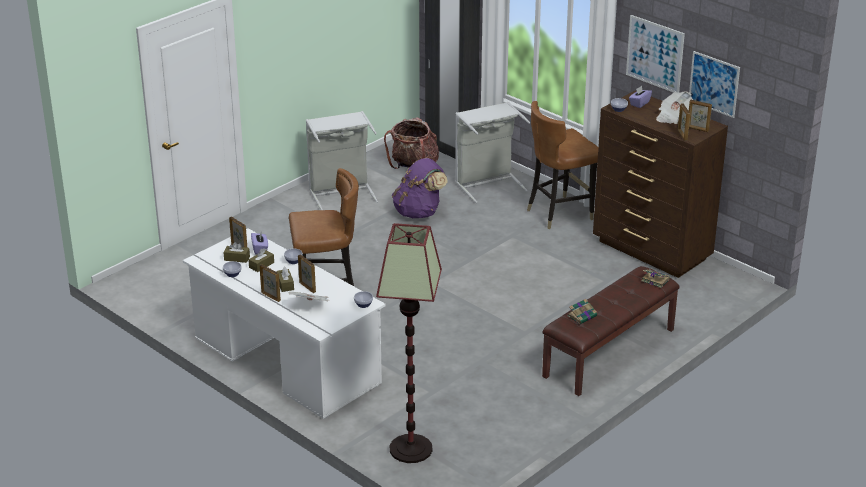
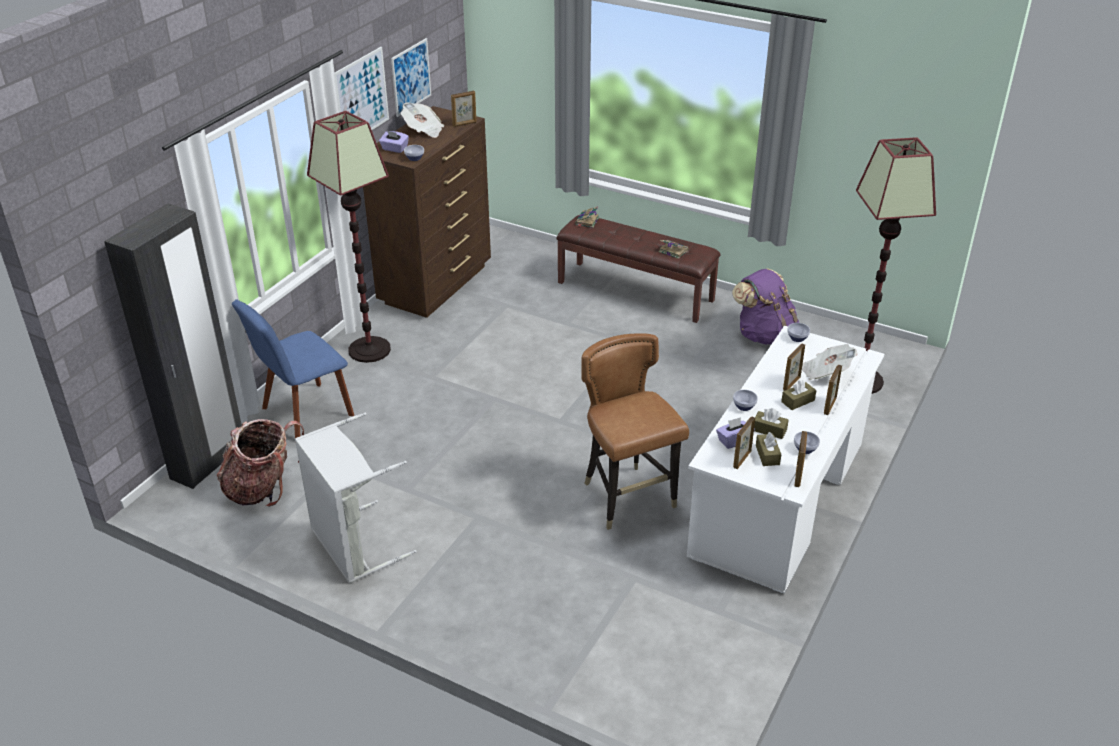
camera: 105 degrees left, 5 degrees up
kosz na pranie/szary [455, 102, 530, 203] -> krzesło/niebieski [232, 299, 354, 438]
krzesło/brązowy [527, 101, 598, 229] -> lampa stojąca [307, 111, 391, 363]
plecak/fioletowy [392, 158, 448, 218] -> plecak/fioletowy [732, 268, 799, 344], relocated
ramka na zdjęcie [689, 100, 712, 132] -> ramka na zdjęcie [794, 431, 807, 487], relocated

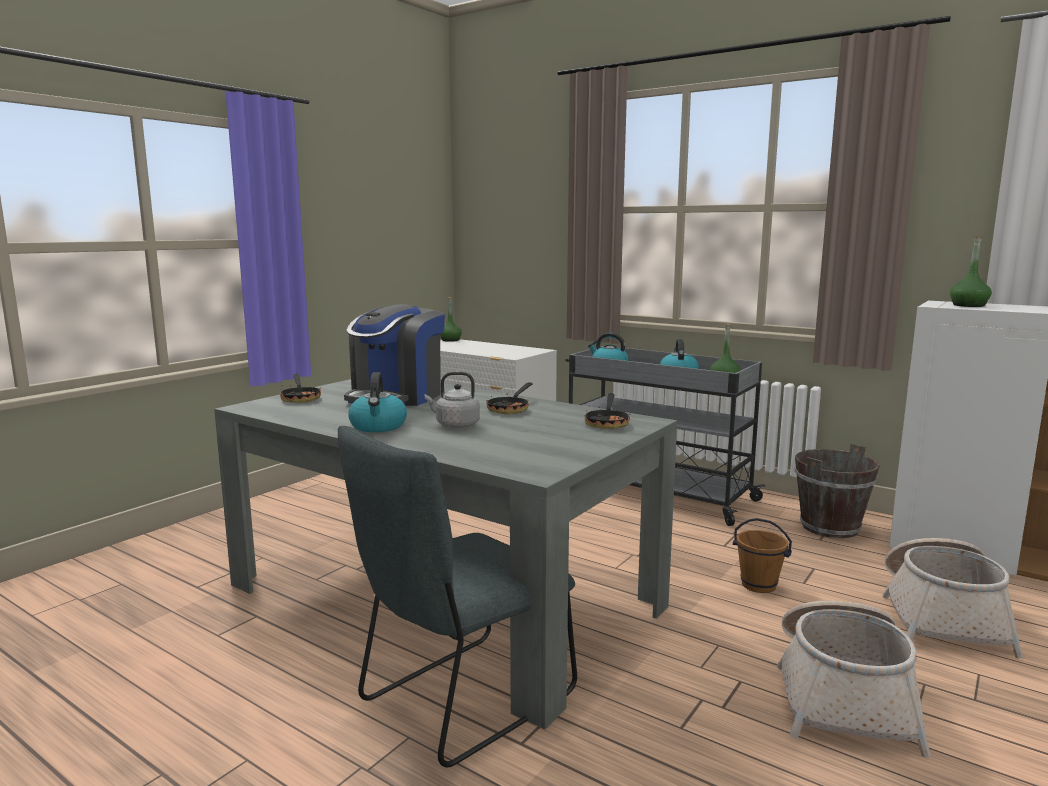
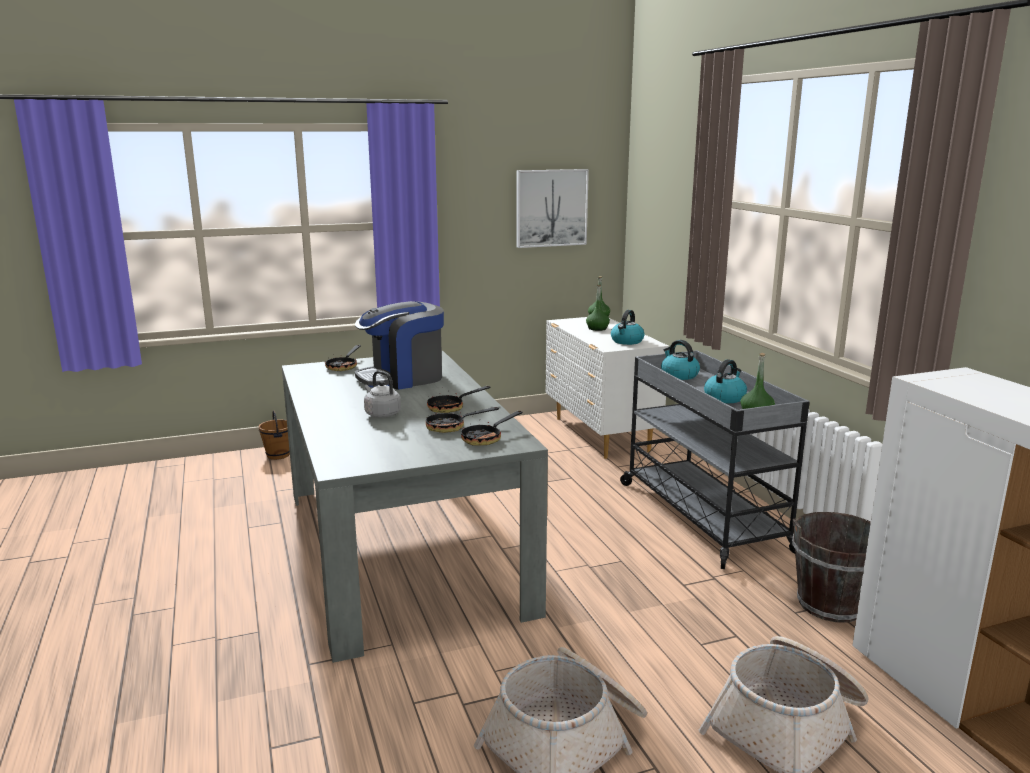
camera: 35 degrees right, 5 degrees up
wiadro/brązowy [733, 518, 792, 593] -> wiadro/brązowy [258, 410, 290, 460], relocated
none -> patelnia [426, 407, 499, 433]
none -> obraz [517, 169, 589, 248]
butelka/zielony [950, 236, 992, 307] -> butelka/zielony [586, 285, 610, 331], relocated
czajnik [348, 372, 407, 432] -> czajnik [611, 310, 644, 345], relocated
krzesło/szary [338, 426, 577, 767] -> none

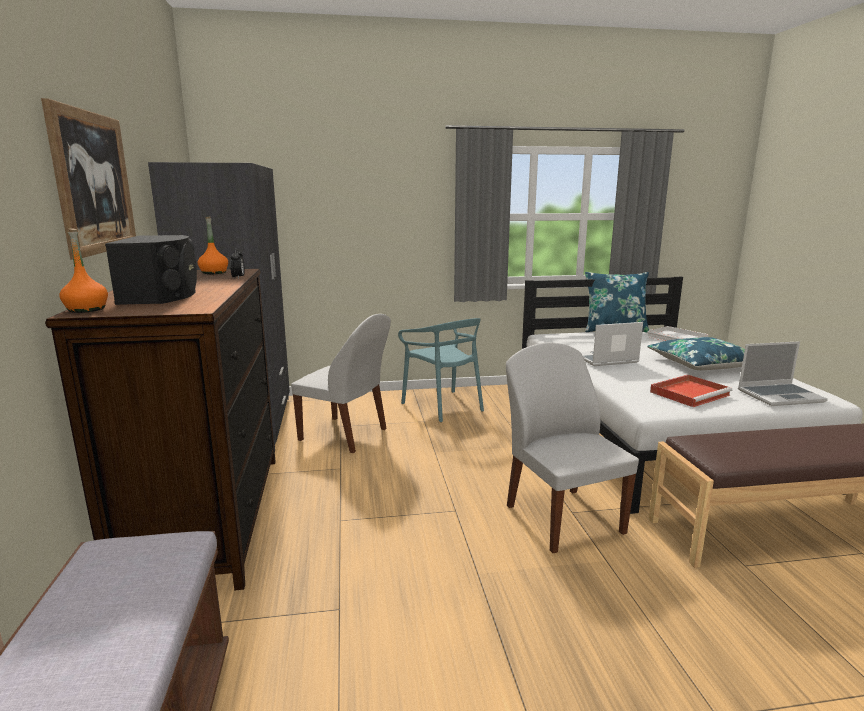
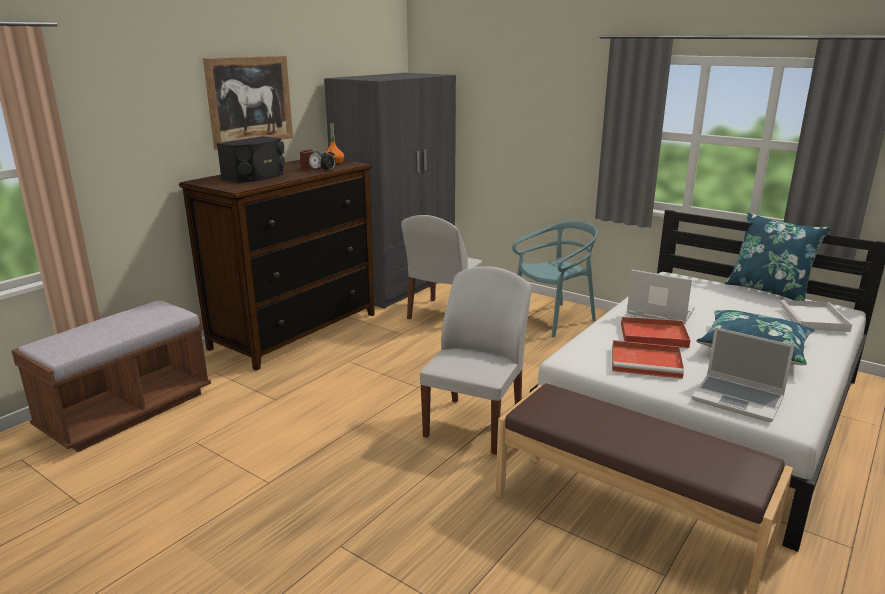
camera: 45 degrees right, 5 degrees up
none -> budzik [300, 149, 322, 171]
krzesło/biały [291, 314, 391, 453] -> krzesło/biały [401, 215, 482, 319], 45 degrees clockwise
krzesło/turkusowy [398, 318, 484, 422] -> krzesło/turkusowy [512, 221, 597, 337], 135 degrees counterclockwise
none -> taca/czerwony [621, 316, 691, 348]
butelka/pomarańczowy [59, 228, 108, 313] -> none

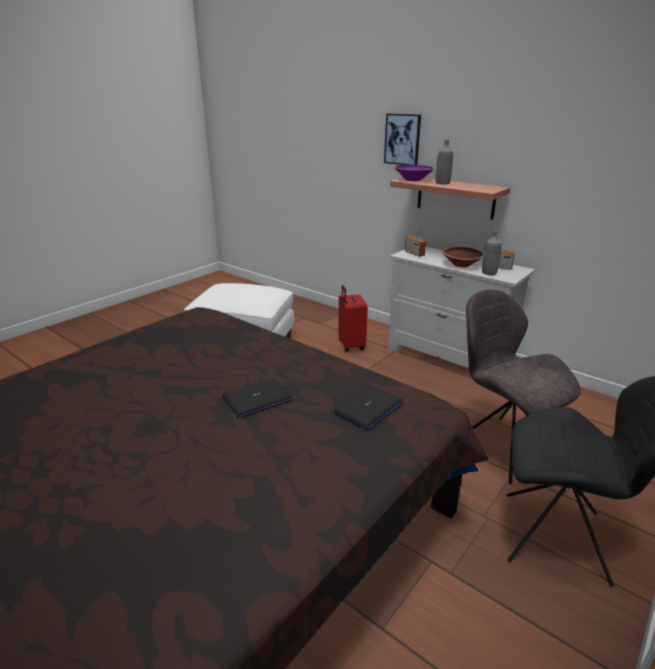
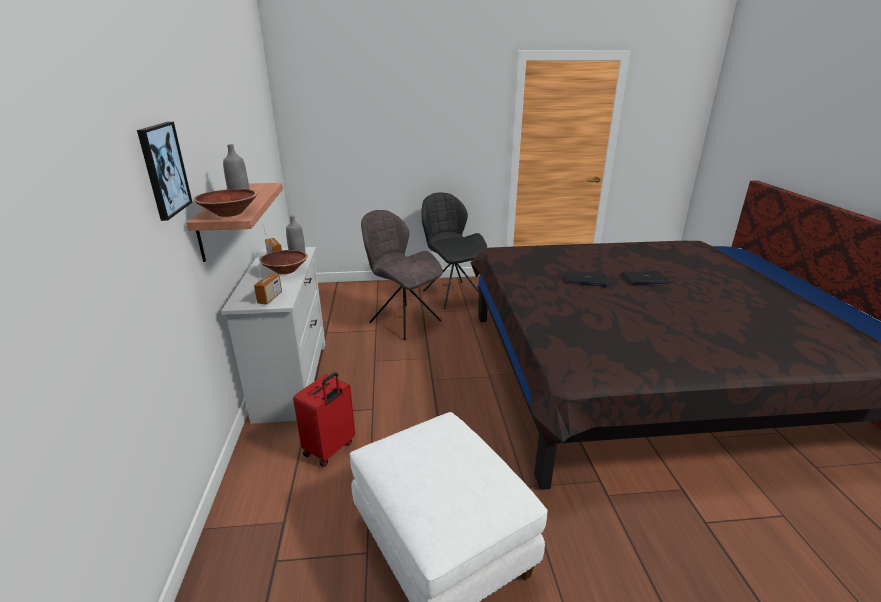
camera: 135 degrees left, 0 degrees up
miska/fioletowy [394, 165, 435, 181] -> miska/brązowy [193, 189, 257, 217]
krzesło/szary [466, 290, 581, 484] -> krzesło/szary [361, 210, 443, 340], 120 degrees clockwise
laptop [333, 385, 403, 430] -> laptop [621, 271, 671, 285], relocated

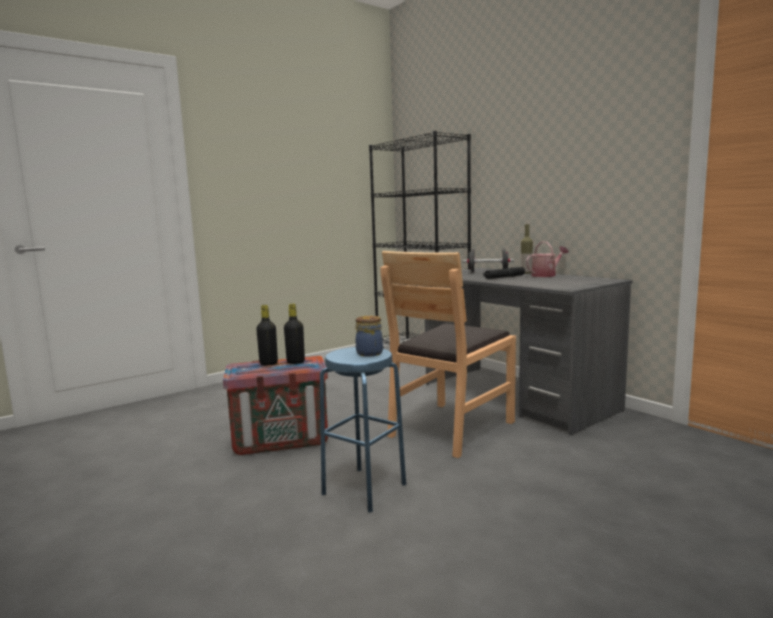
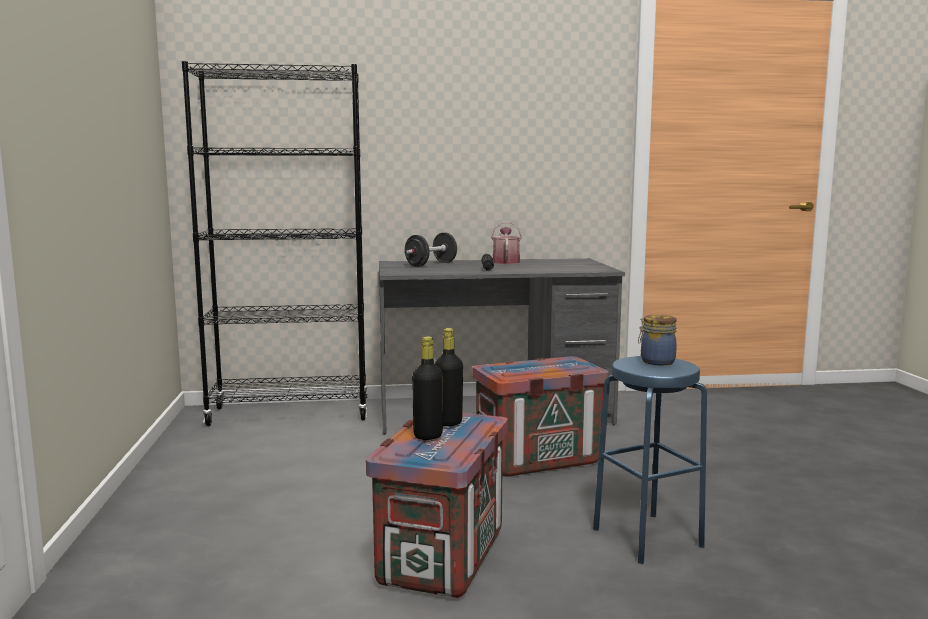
camera: 60 degrees left, 0 degrees up
krzesło/brązowy [380, 251, 516, 458] -> skrzynka [472, 356, 609, 477]
butelka [521, 224, 533, 274] -> none

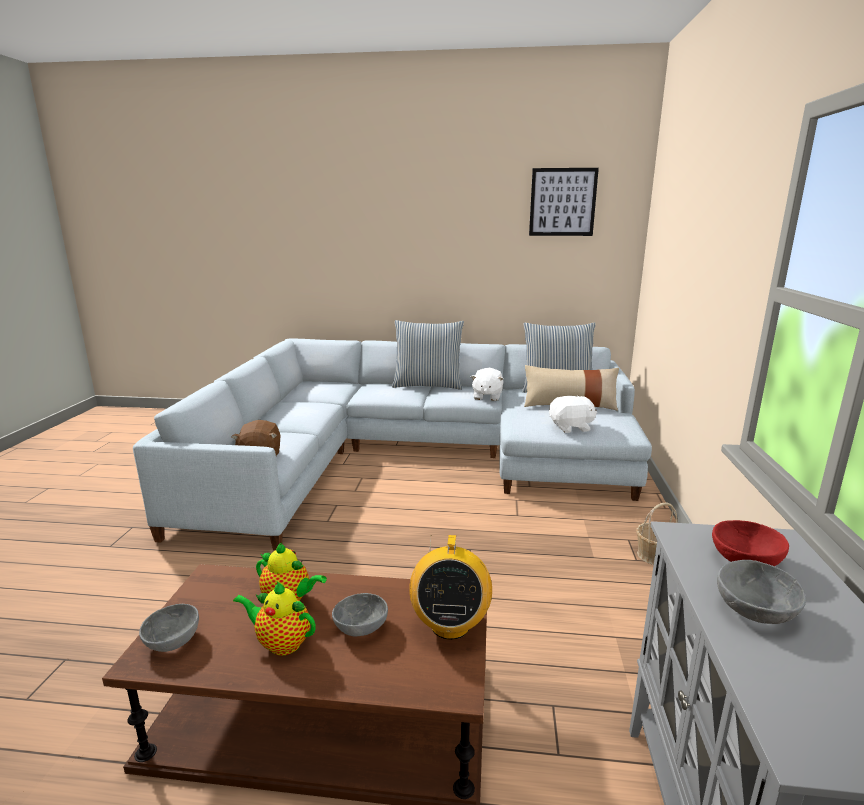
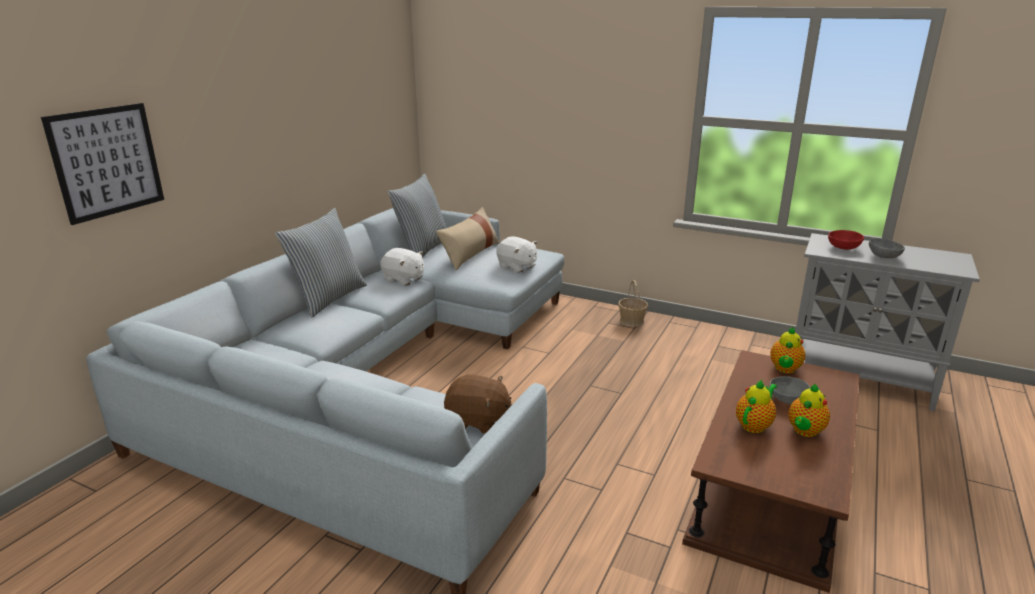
camera: 70 degrees left, 5 degrees up
obraz [529, 168, 599, 236] -> obraz [41, 103, 164, 225], relocated
pluszak/biały [549, 395, 597, 433] -> pluszak/biały [496, 236, 538, 273], 120 degrees clockwise
radio [409, 535, 492, 640] -> imbryk [770, 327, 806, 373]
miska/szary [139, 604, 199, 652] -> none

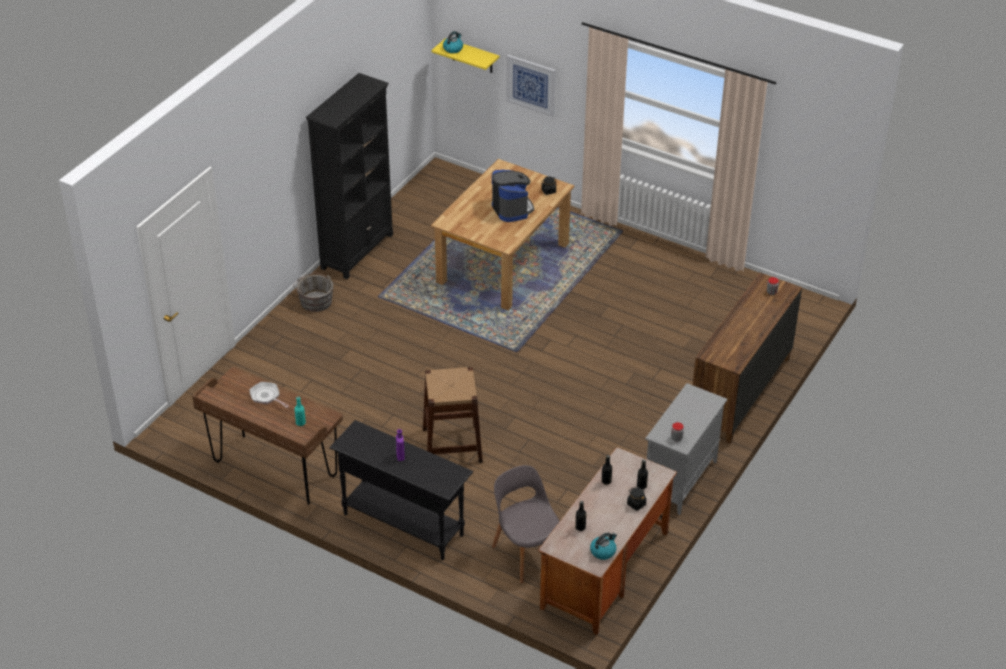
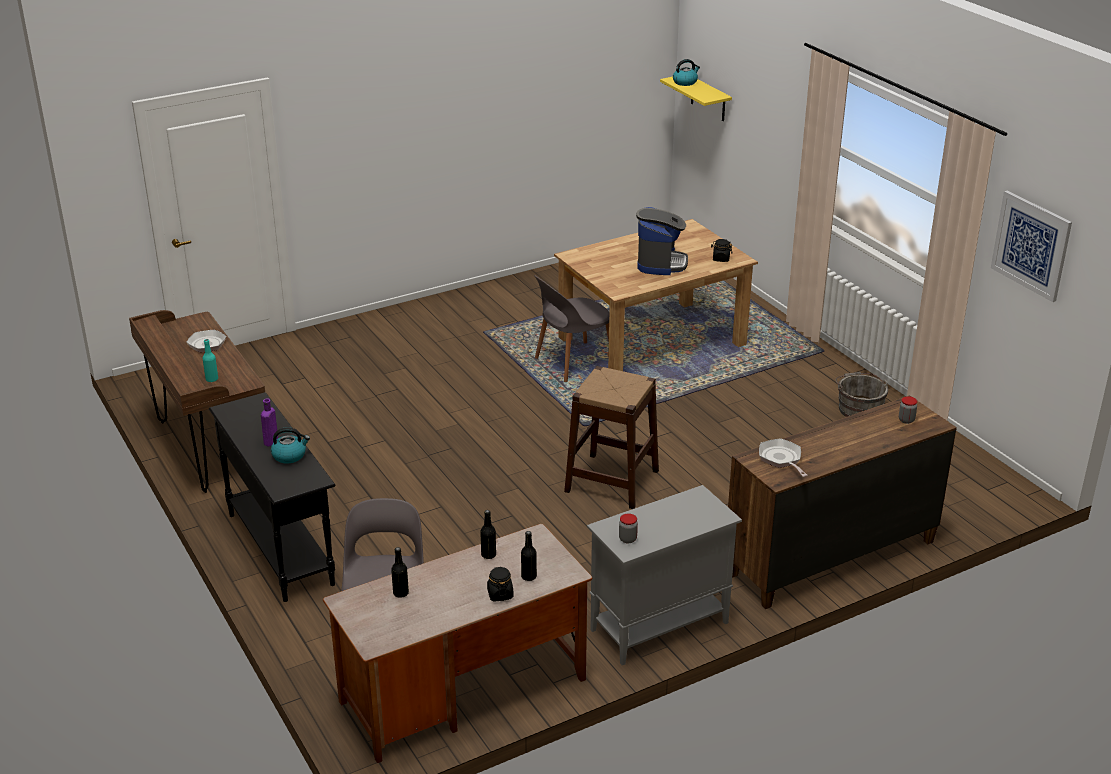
camera: 30 degrees right, 10 degrees down
czajnik [590, 532, 617, 560] -> czajnik [271, 427, 310, 463], relocated
none -> krzesło/szary [534, 275, 609, 382]
stołek/brązowy [423, 367, 483, 463] -> stołek/brązowy [564, 366, 659, 509], relocated
none -> patelnia [759, 438, 808, 477]
wiadro/szary [293, 273, 334, 312] -> wiadro/szary [835, 372, 888, 417], relocated
obraz [506, 55, 556, 117] -> obraz [991, 191, 1072, 302], relocated
regał/czarny [306, 73, 393, 279] -> none

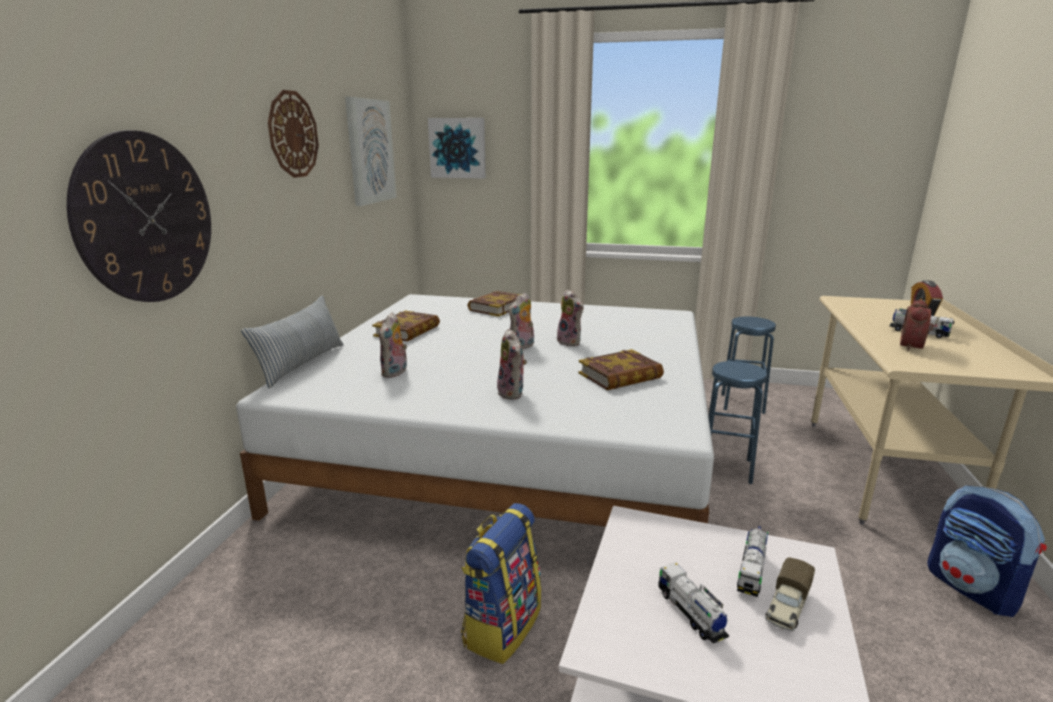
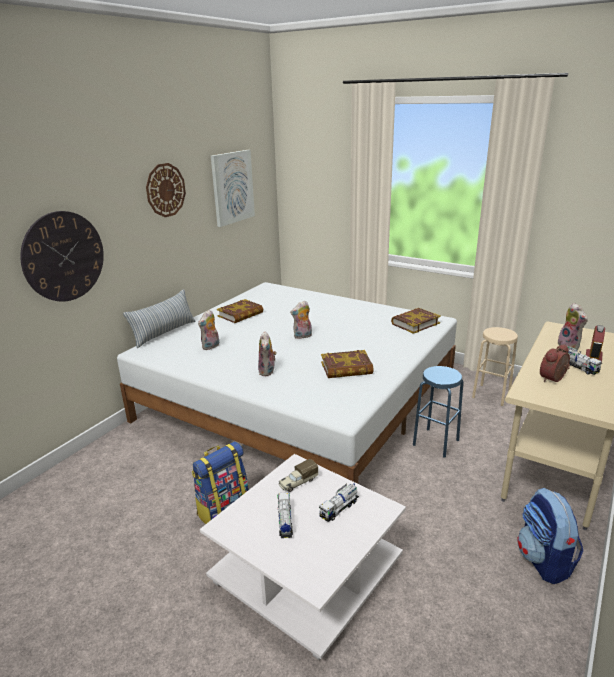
camera: 20 degrees right, 5 degrees up
ciężarówka zabawkowa [765, 557, 815, 631] -> ciężarówka zabawkowa [279, 459, 318, 492], relocated
książka [468, 291, 521, 317] -> książka [391, 308, 441, 334], relocated
stołek/niebieski [721, 316, 776, 414] -> stołek/beżowy [472, 327, 518, 406]
pluszak [557, 289, 584, 346] -> pluszak [558, 303, 588, 350], relocated
obraz [428, 118, 486, 179] -> none

